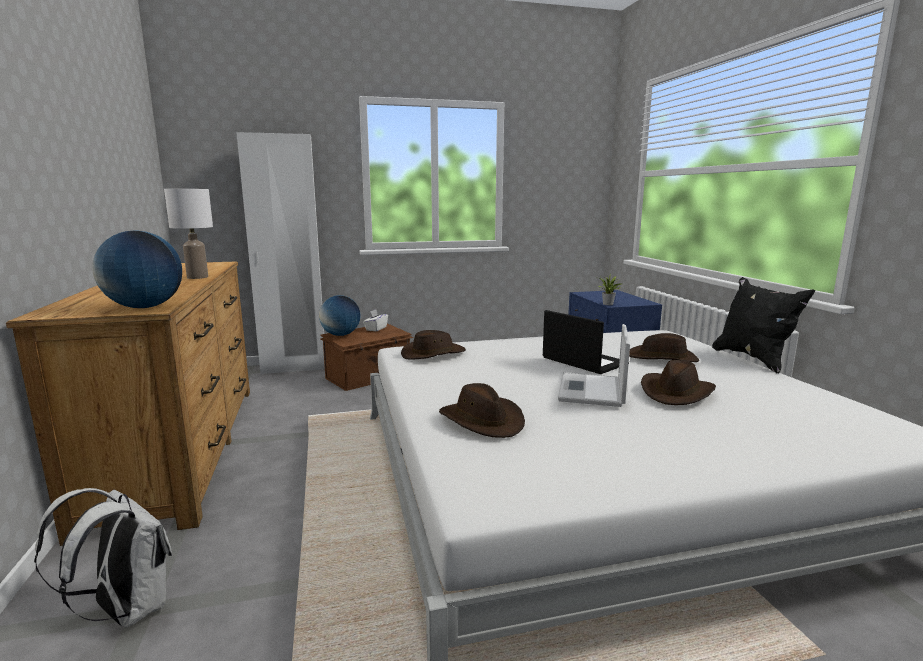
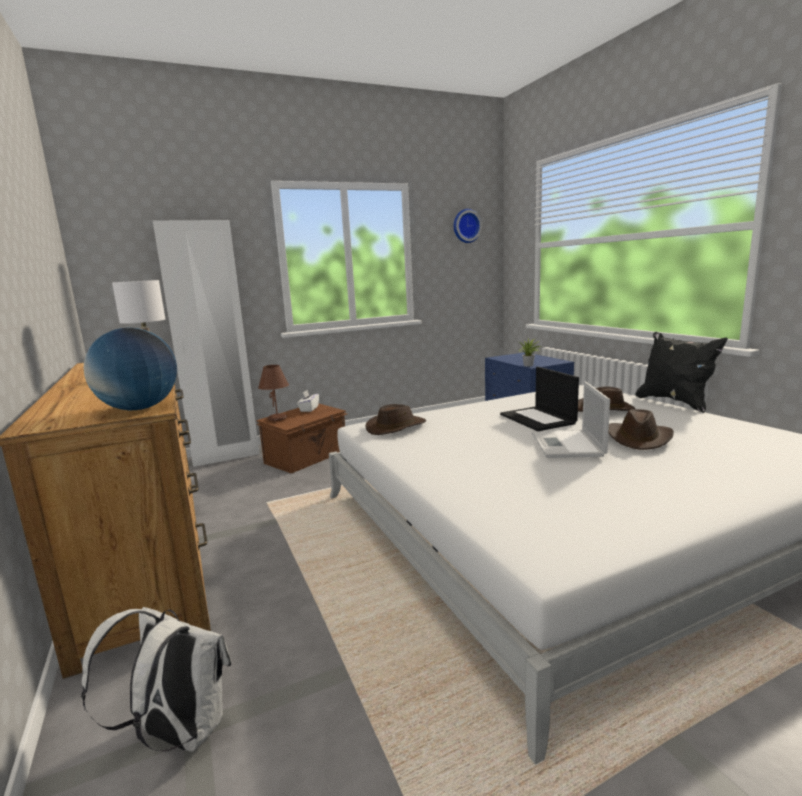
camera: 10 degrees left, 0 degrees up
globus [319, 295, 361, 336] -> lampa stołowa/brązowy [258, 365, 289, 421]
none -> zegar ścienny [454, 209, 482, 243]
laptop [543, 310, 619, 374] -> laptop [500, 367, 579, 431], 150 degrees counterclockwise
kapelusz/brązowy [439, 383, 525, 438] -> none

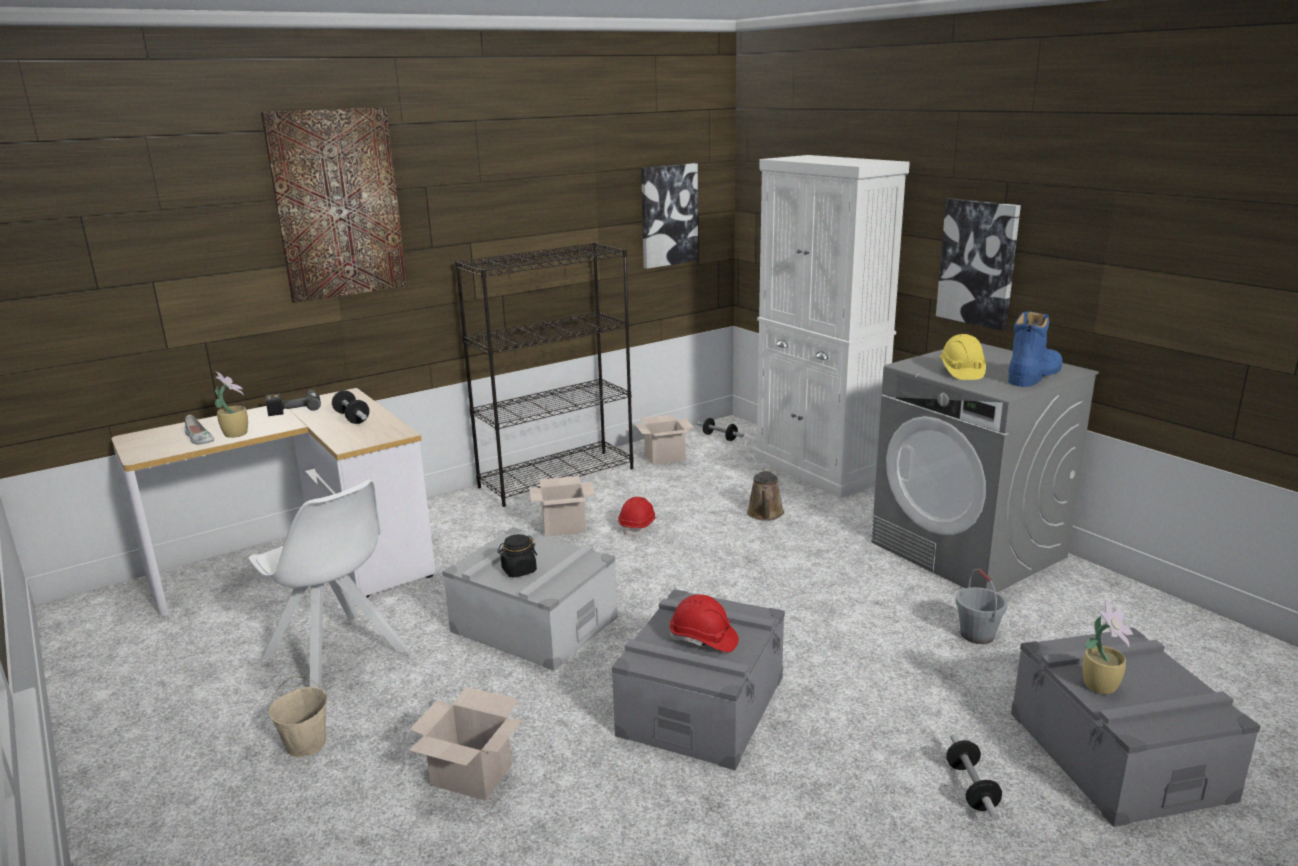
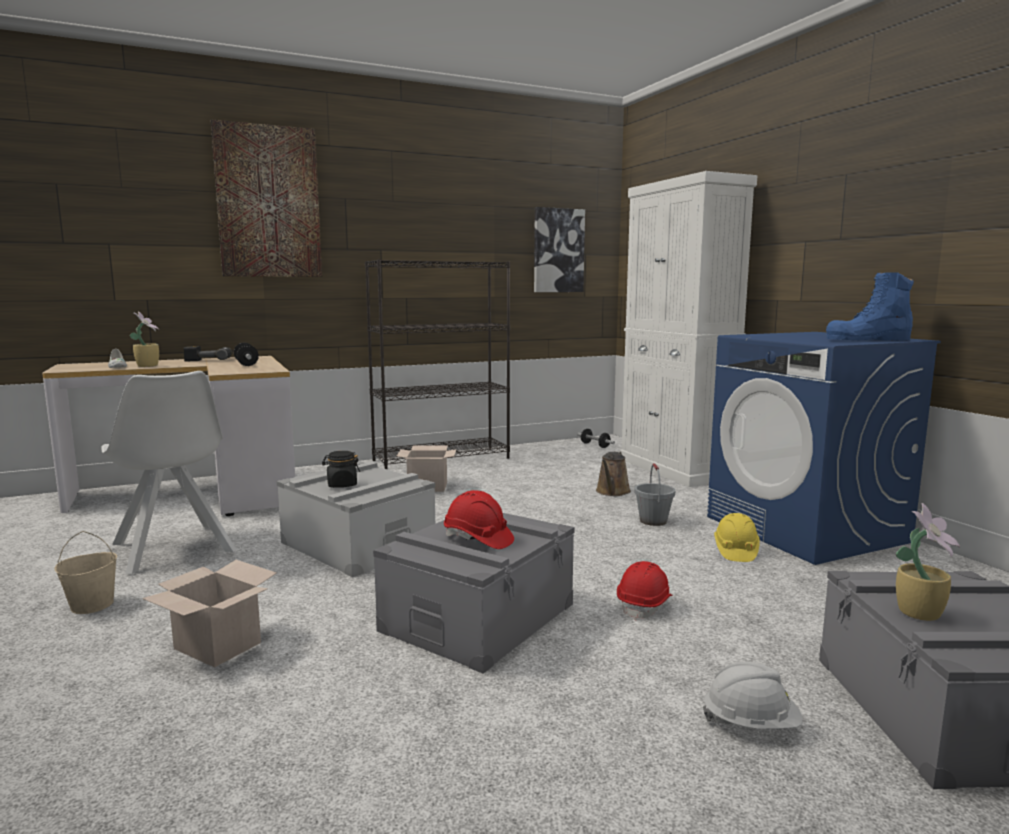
camera: 10 degrees right, 10 degrees down
kask/czerwony [618, 497, 656, 538] -> kask/czerwony [617, 561, 673, 621], relocated
wiadro/szary [956, 569, 1008, 644] -> wiadro/szary [634, 463, 675, 526], relocated
hantel [946, 734, 1002, 820] -> kask/biały [703, 662, 803, 729]
pralka/szary [872, 343, 1099, 593] -> pralka/niebieski [707, 332, 941, 565]
kask/żółty [940, 334, 986, 380] -> kask/żółty [714, 513, 760, 562], relocated
but z cholewką/niebieski [1008, 311, 1062, 387] -> but z cholewką/niebieski [826, 272, 914, 341], 150 degrees counterclockwise
karton [635, 415, 694, 465] -> none
obraz [936, 198, 1021, 331] -> none

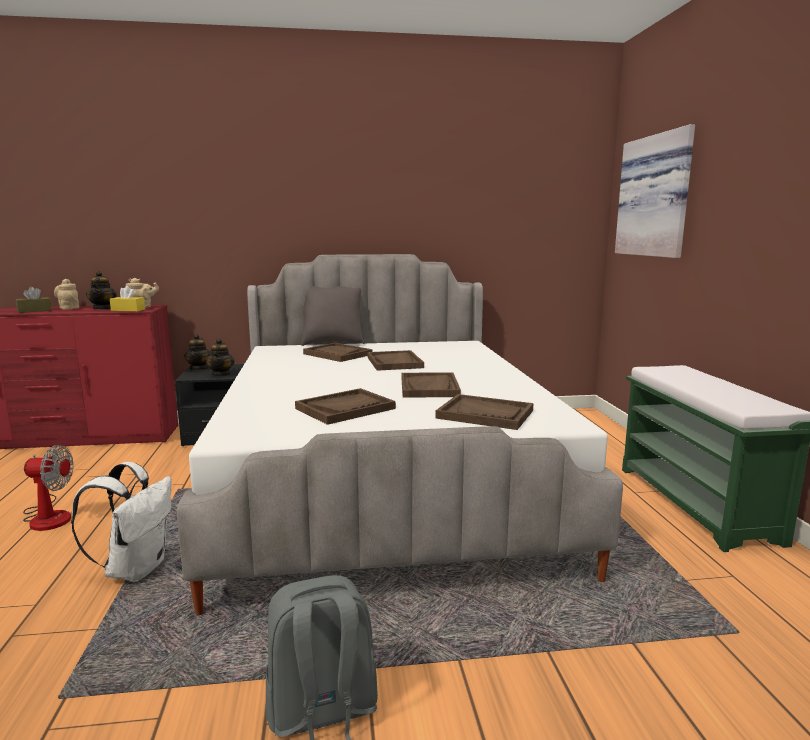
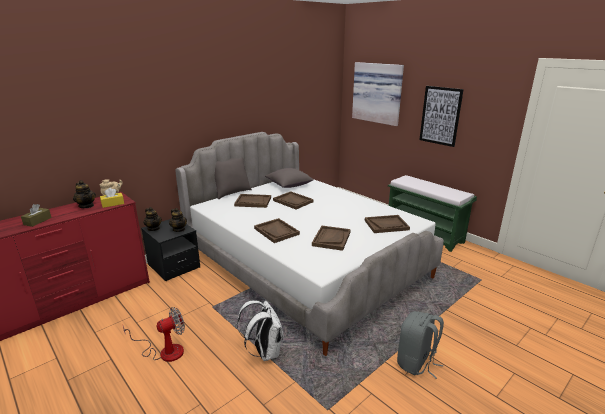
camera: 35 degrees left, 10 degrees up
taca/brązowy [402, 372, 461, 398] -> taca/brązowy [254, 218, 300, 243], relocated
none -> poduszka/szary [265, 168, 314, 188]
none -> obraz [419, 86, 464, 147]
imbryk/beżowy [54, 279, 79, 310] -> none

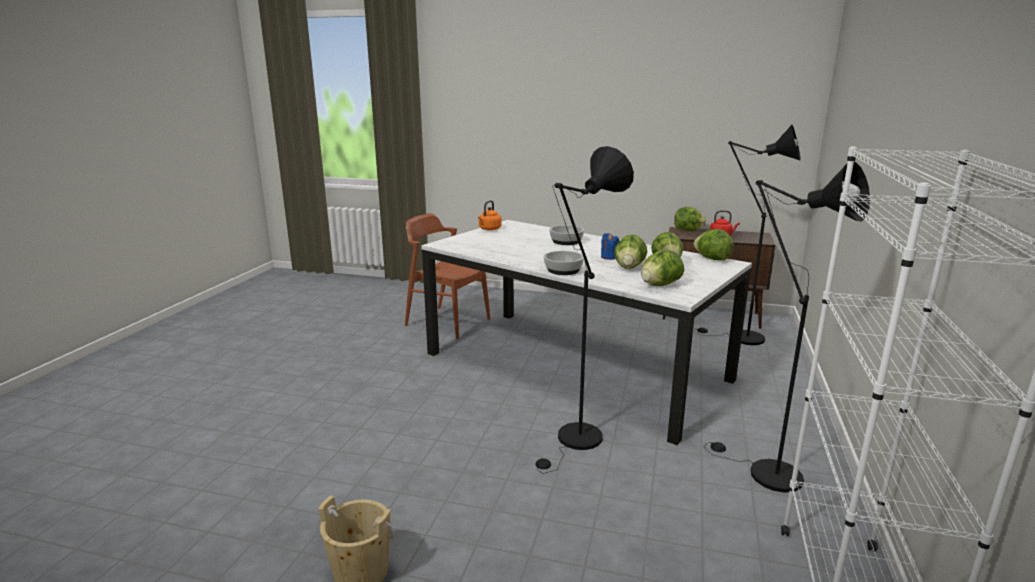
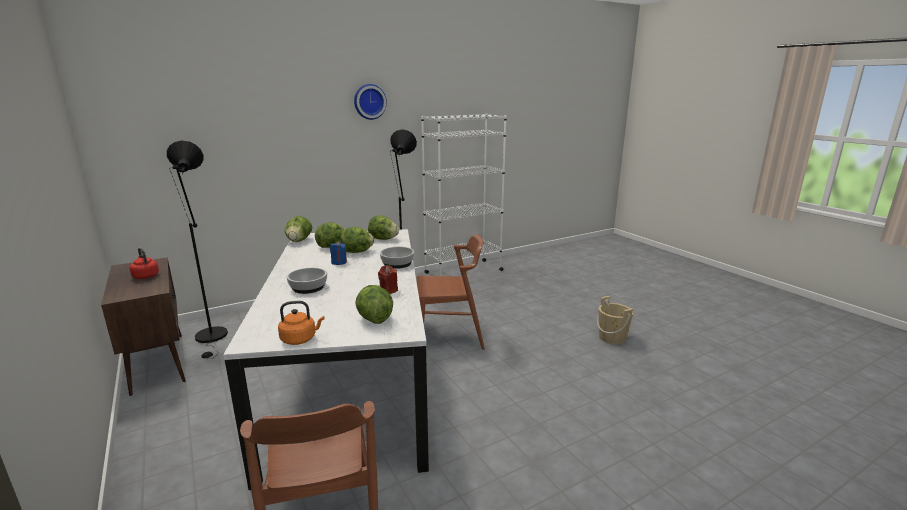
camera: 135 degrees left, 0 degrees up
none -> zegar ścienny [354, 84, 387, 120]
sałata [674, 207, 706, 231] -> sałata [355, 285, 393, 324], relocated
none -> świeca/czerwony [378, 265, 398, 294]
lampa stojąca/czarny [535, 146, 634, 474] -> krzesło/brązowy [417, 234, 485, 350]

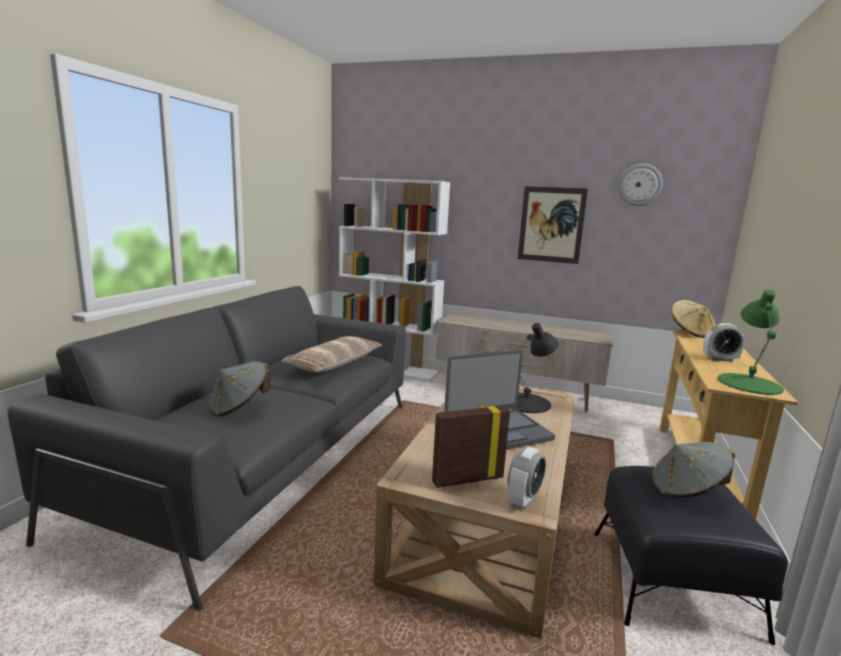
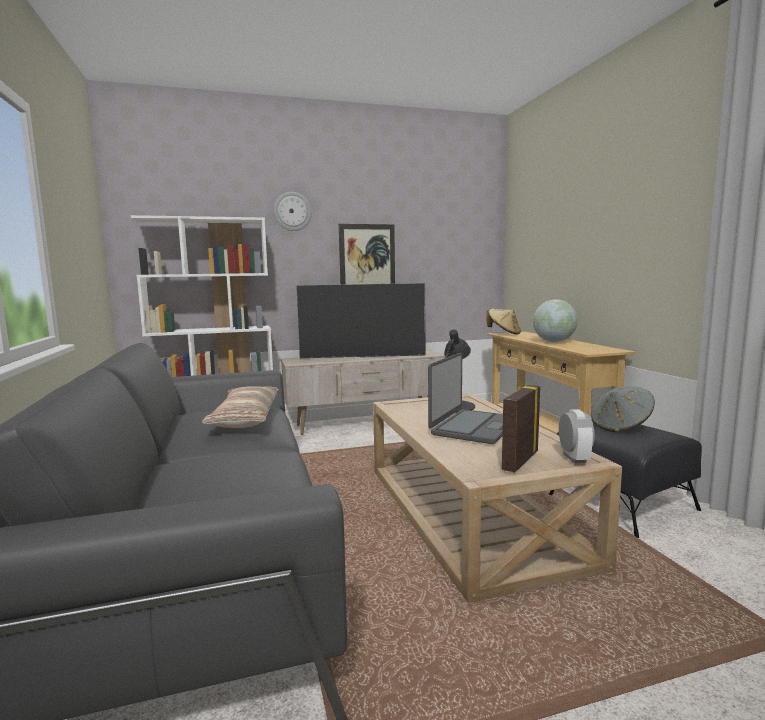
camera: 35 degrees left, 5 degrees down
zegar ścienny [618, 163, 663, 206] -> zegar ścienny [274, 192, 312, 231], relocated
none -> telewizor [296, 283, 425, 358]
budzik [703, 323, 745, 362] -> globus [533, 300, 578, 342]
kapelusz/szary [208, 361, 270, 417] -> none
lampa stołowa/zielony [718, 290, 784, 395] -> none

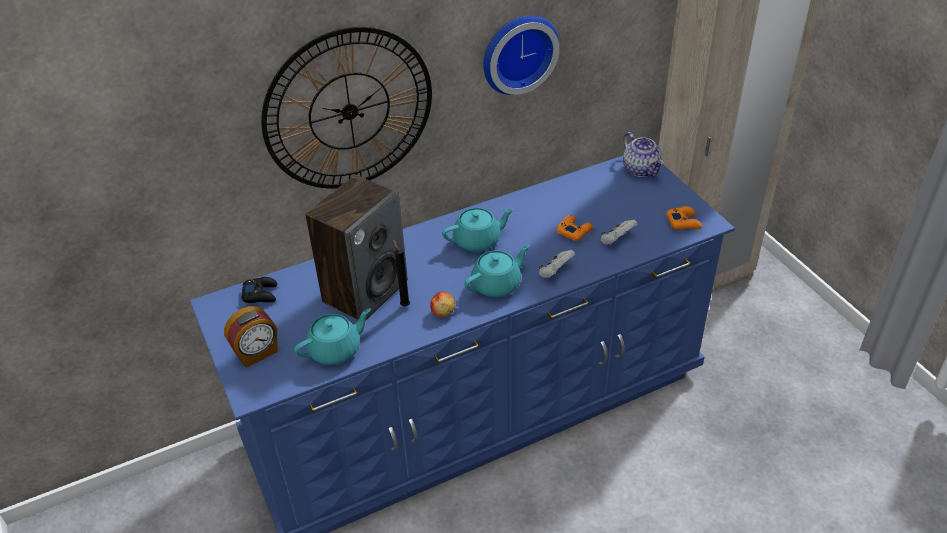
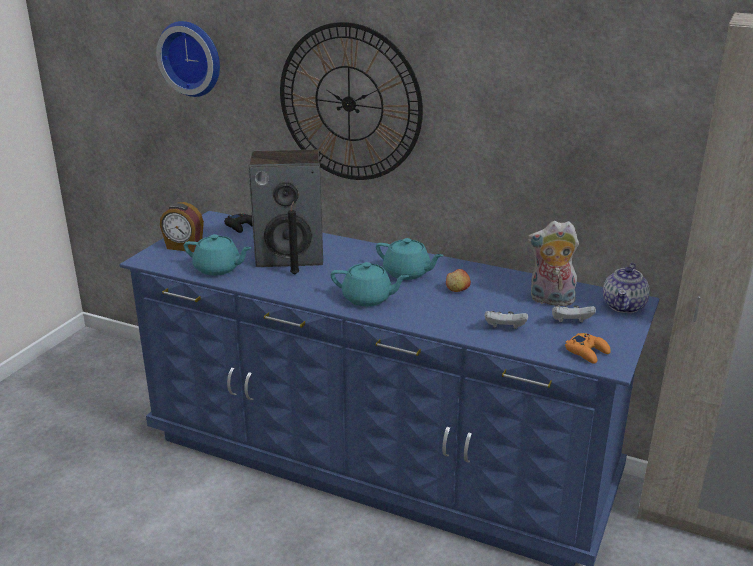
camera: 50 degrees right, 15 degrees down
zegar ścienny [483, 15, 559, 95] -> zegar ścienny [156, 21, 220, 97], relocated
jabłko [430, 292, 455, 317] -> jabłko [446, 269, 471, 292], relocated
none -> pluszak [528, 221, 579, 306]
pad do gier/biały [539, 250, 575, 278] -> pad do gier/biały [552, 305, 596, 322], relocated
pad do gier/pomarańczowy [557, 215, 593, 241] -> none

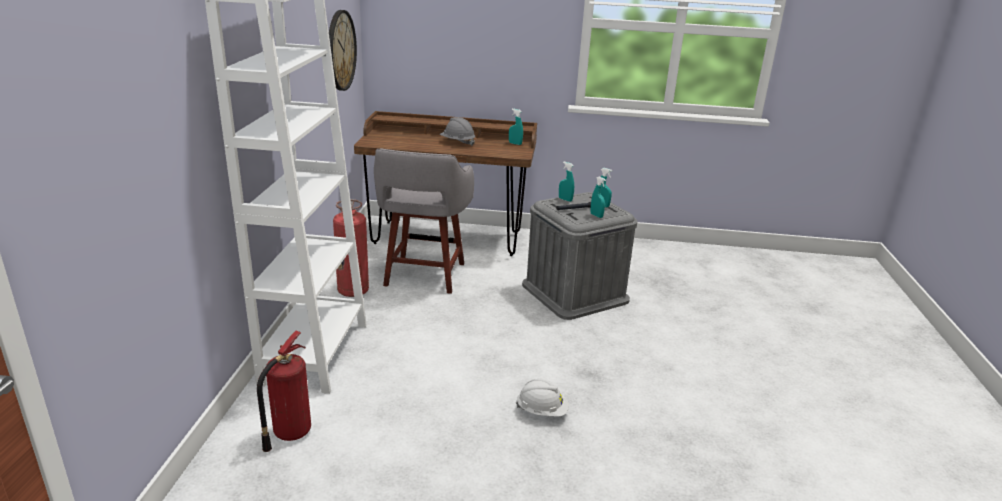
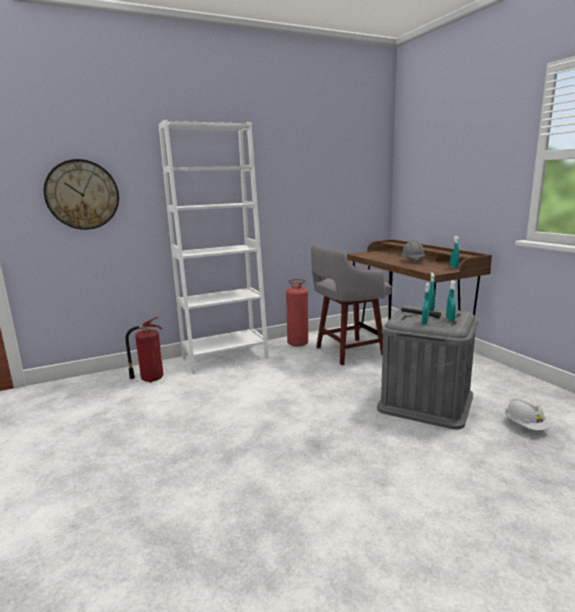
camera: 60 degrees right, 10 degrees down
zegar ścienny [329, 10, 357, 91] -> zegar ścienny [44, 159, 119, 230], relocated
kask/biały [516, 379, 569, 417] -> kask/biały [505, 397, 550, 430], relocated

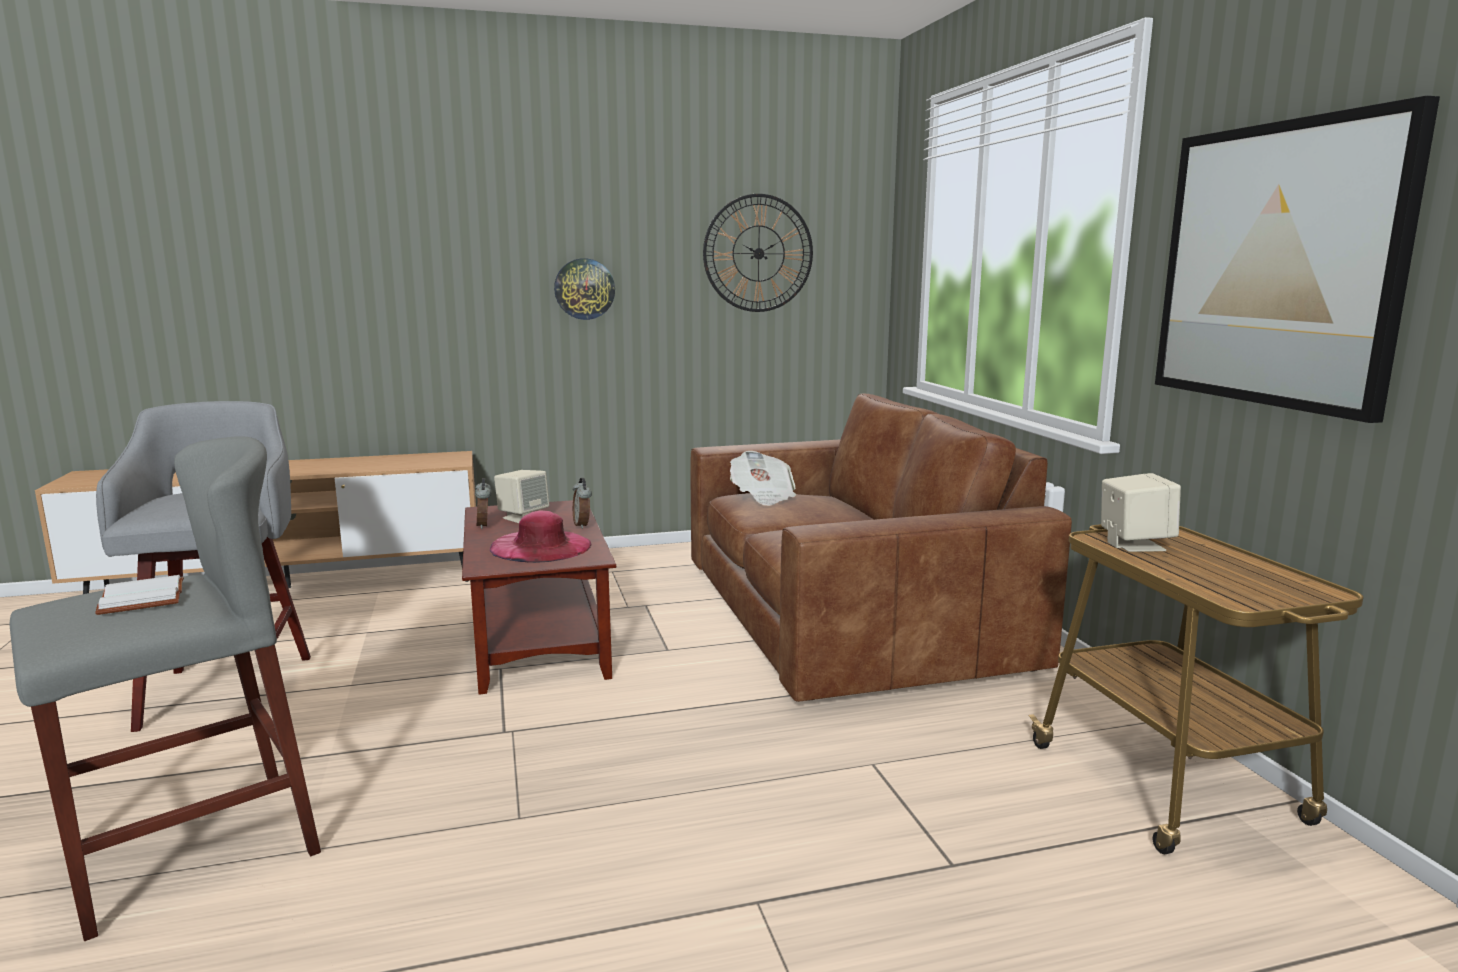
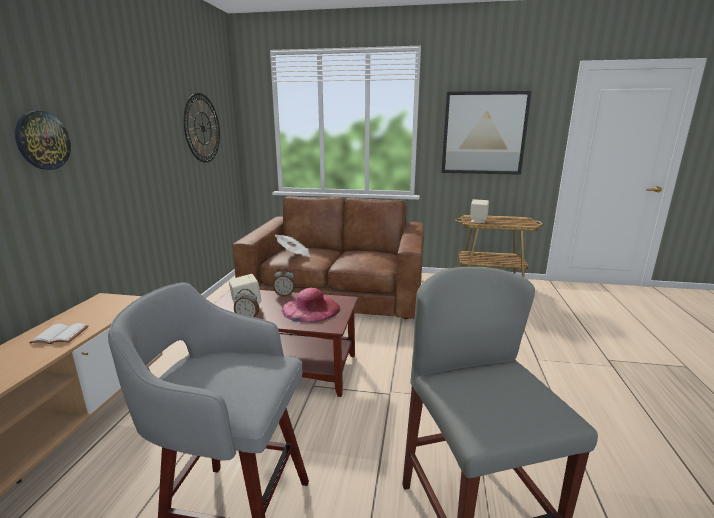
camera: 65 degrees left, 5 degrees up
zegar ścienny [554, 258, 615, 320] -> zegar ścienny [15, 111, 71, 170], relocated
książka/biały [95, 575, 184, 615] -> książka/biały [29, 323, 89, 344], relocated

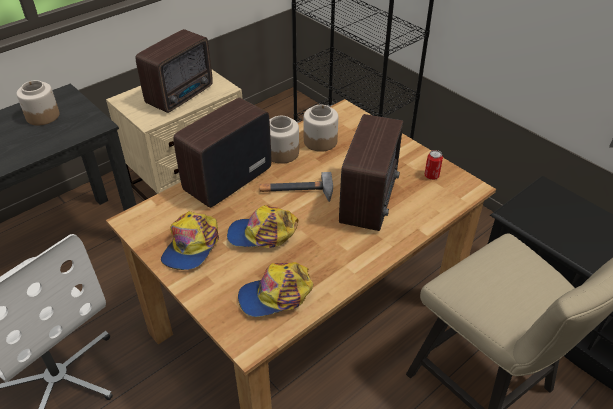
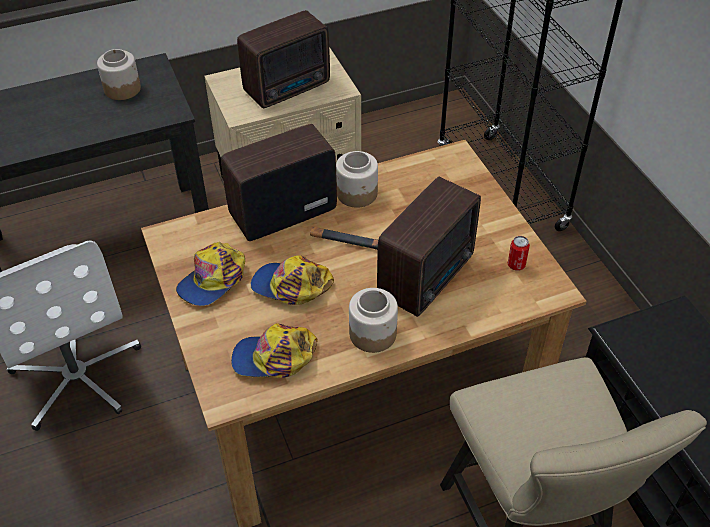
camera: 20 degrees right, 5 degrees up
słoik [304, 105, 338, 152] -> słoik [349, 288, 398, 353], relocated

